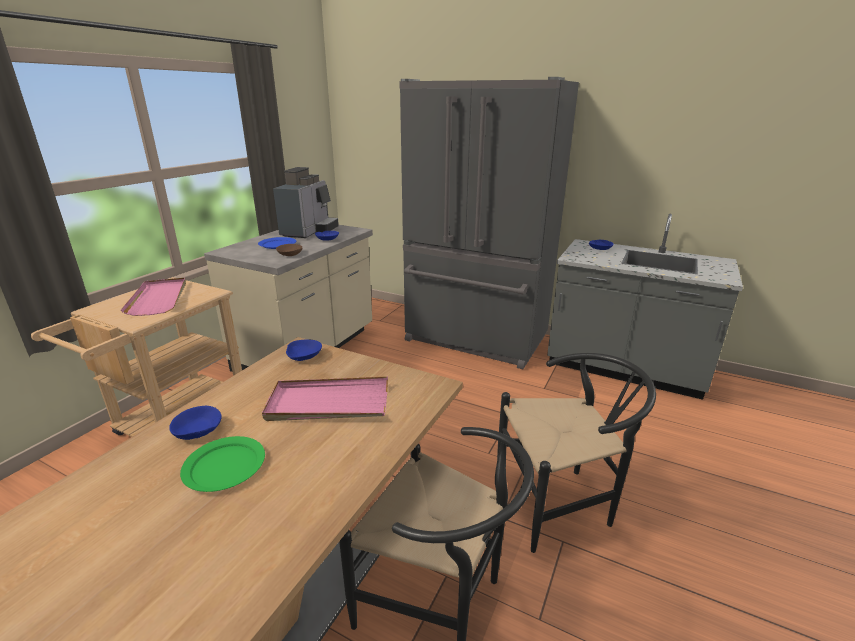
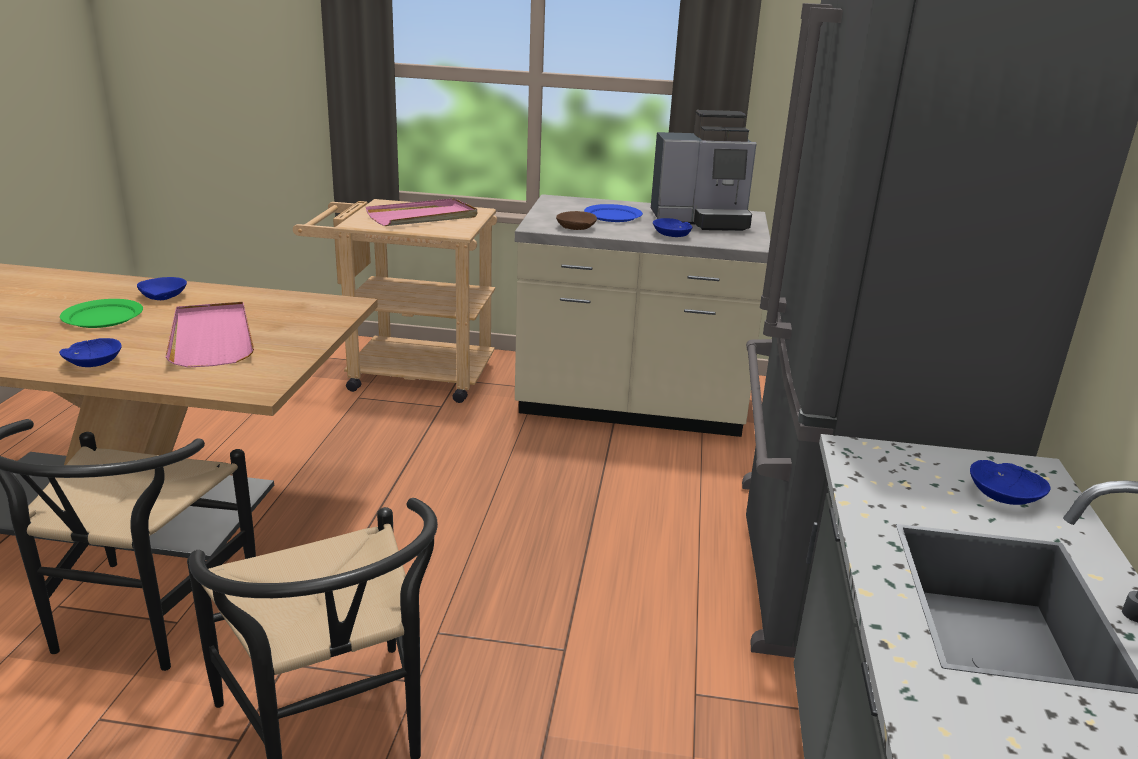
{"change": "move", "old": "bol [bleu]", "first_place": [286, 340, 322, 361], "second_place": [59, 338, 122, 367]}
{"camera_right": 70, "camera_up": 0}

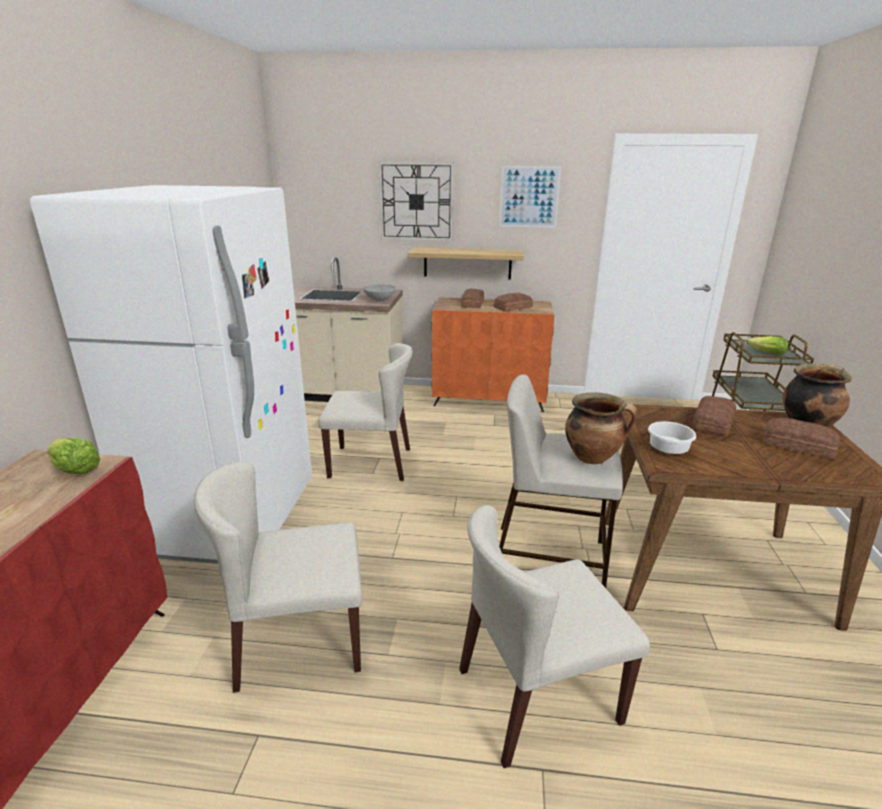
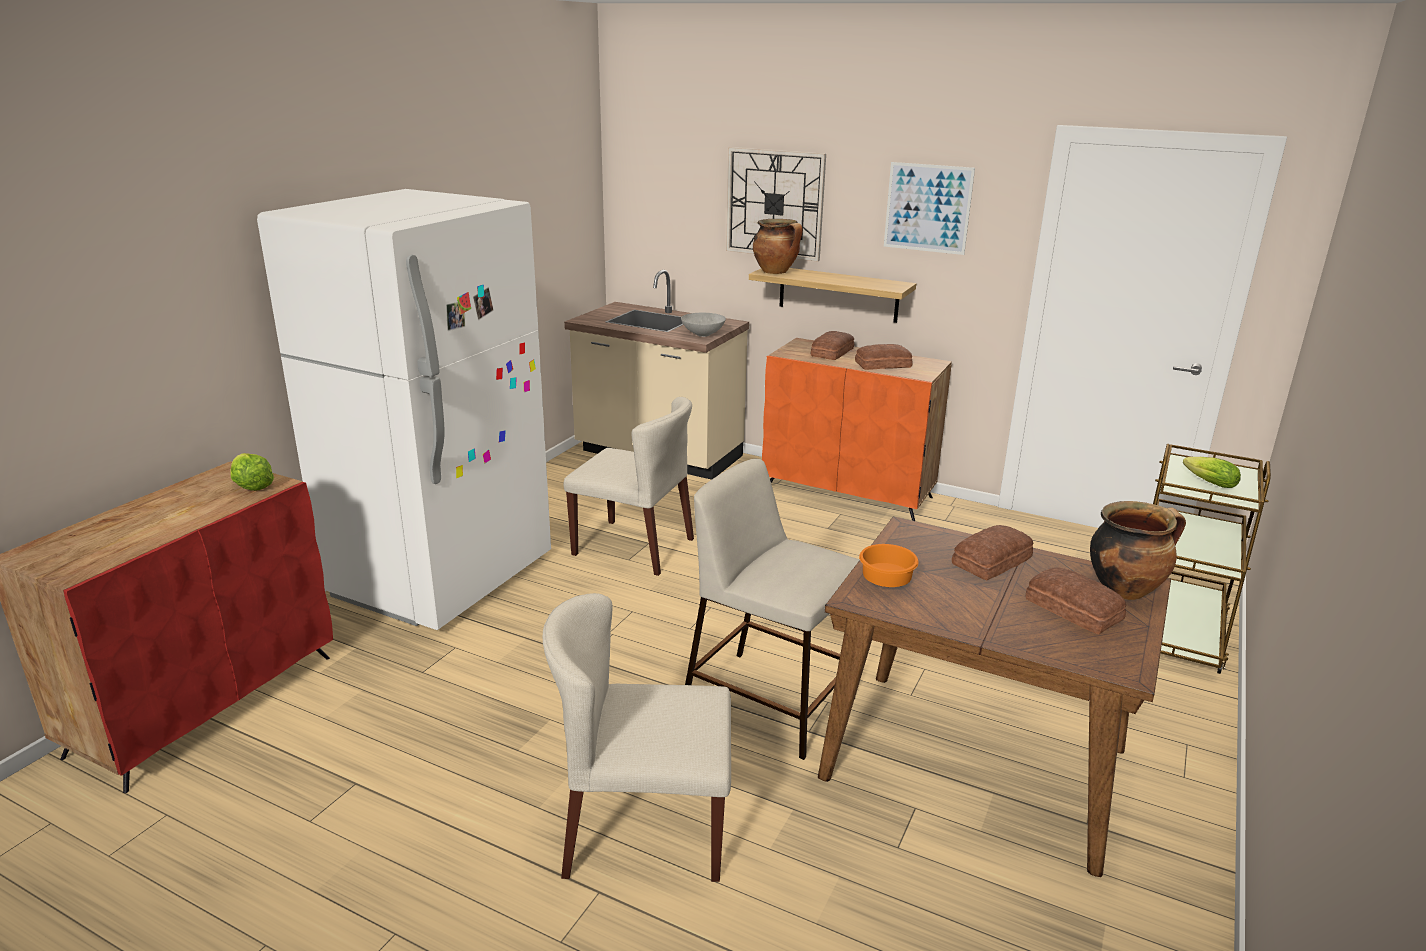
{"change": "delete", "old": "chaise [beige]", "first_place": [194, 462, 363, 693]}
{"change": "move", "old": "marmite", "first_place": [565, 392, 637, 464], "second_place": [753, 219, 803, 274]}
{"change": "recolor", "old": "bol [blanc]", "new": "bol [orange]", "first_place": [648, 421, 696, 454], "second_place": [859, 544, 919, 587]}
{"camera_right": 20, "camera_up": 0}

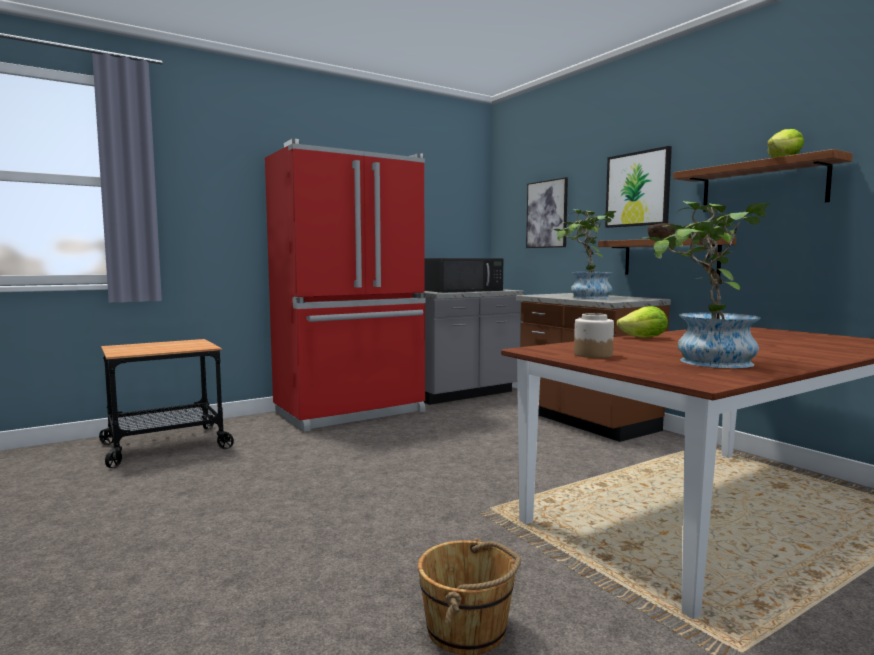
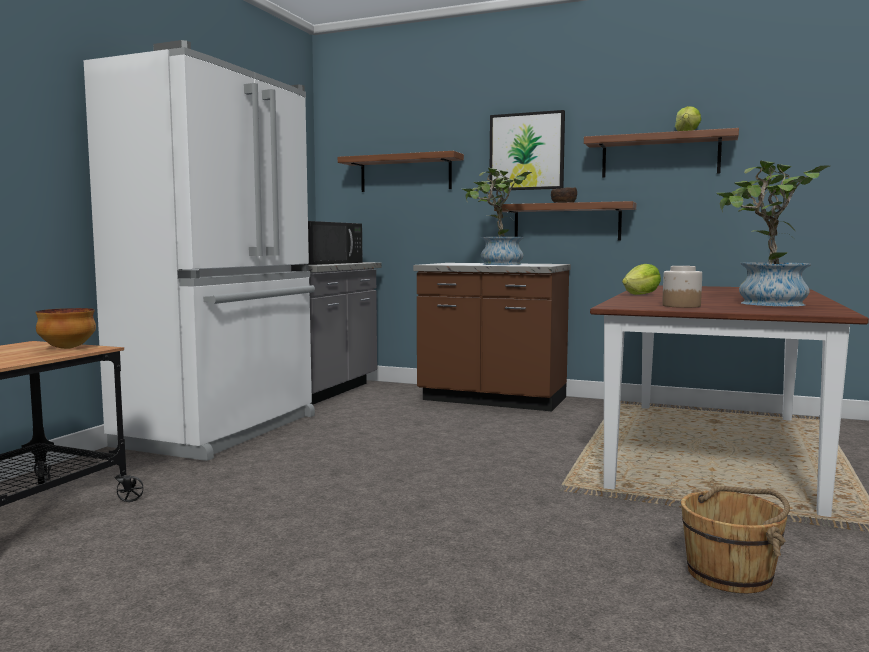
{"change": "recolor", "old": "réfrigérateur [rouge]", "new": "réfrigérateur [blanc]", "first_place": [265, 139, 425, 432], "second_place": [84, 40, 315, 461]}
{"change": "replace", "old": "tableau", "new": "étagère", "first_place": [526, 177, 568, 248], "second_place": [338, 151, 464, 192]}
{"change": "insert", "new": "bol", "second_place": [35, 308, 96, 349]}
{"camera_right": -35, "camera_up": 0}

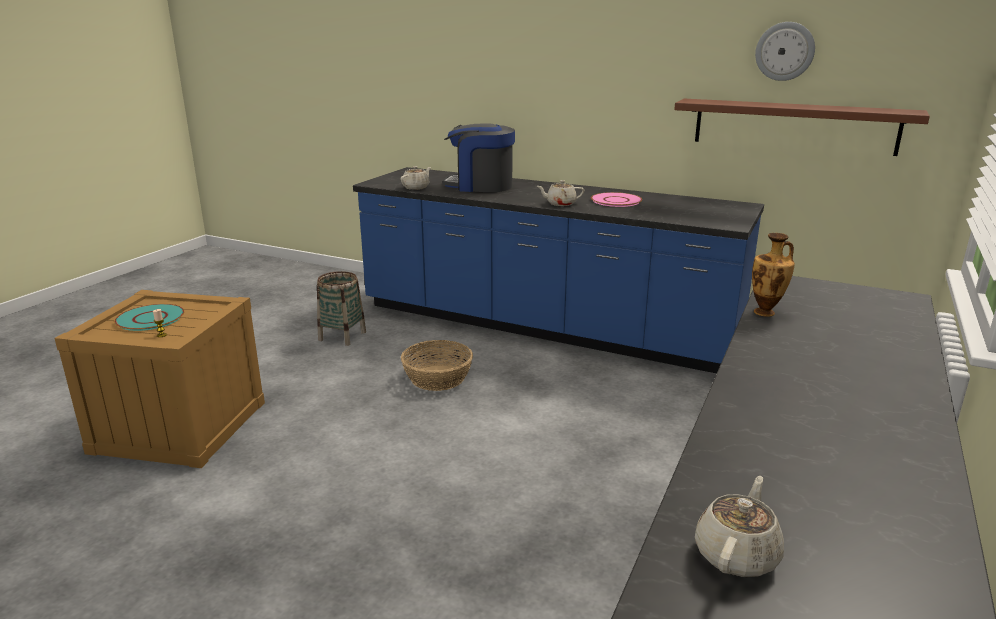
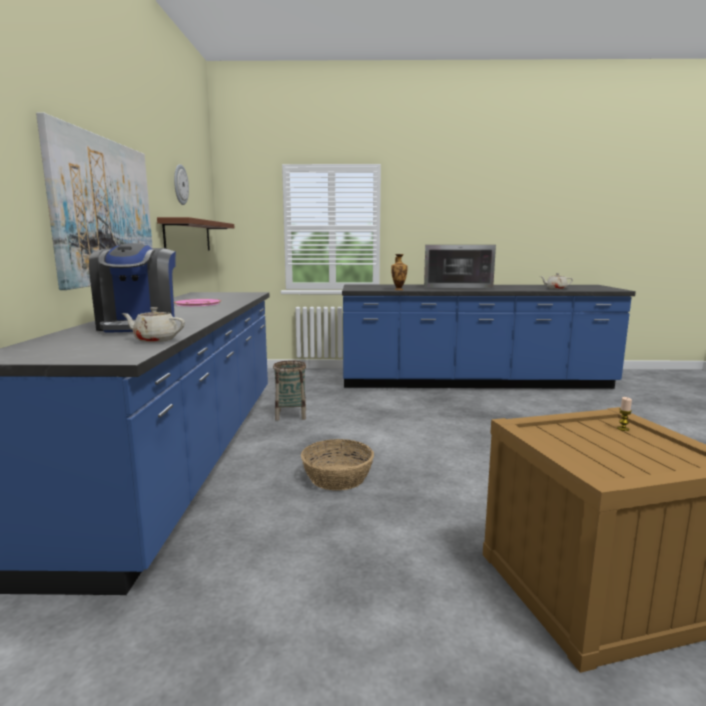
{"change": "delete", "old": "assiette [turquoise]", "first_place": [114, 304, 185, 331]}
{"change": "move", "old": "panier", "first_place": [317, 271, 366, 346], "second_place": [273, 360, 306, 421]}
{"change": "delete", "old": "théière [beige]", "first_place": [537, 180, 584, 206]}
{"change": "insert", "new": "tableau", "second_place": [36, 113, 153, 290]}
{"change": "insert", "new": "micro-ondes", "second_place": [424, 245, 496, 289]}
{"camera_right": -115, "camera_up": -10}

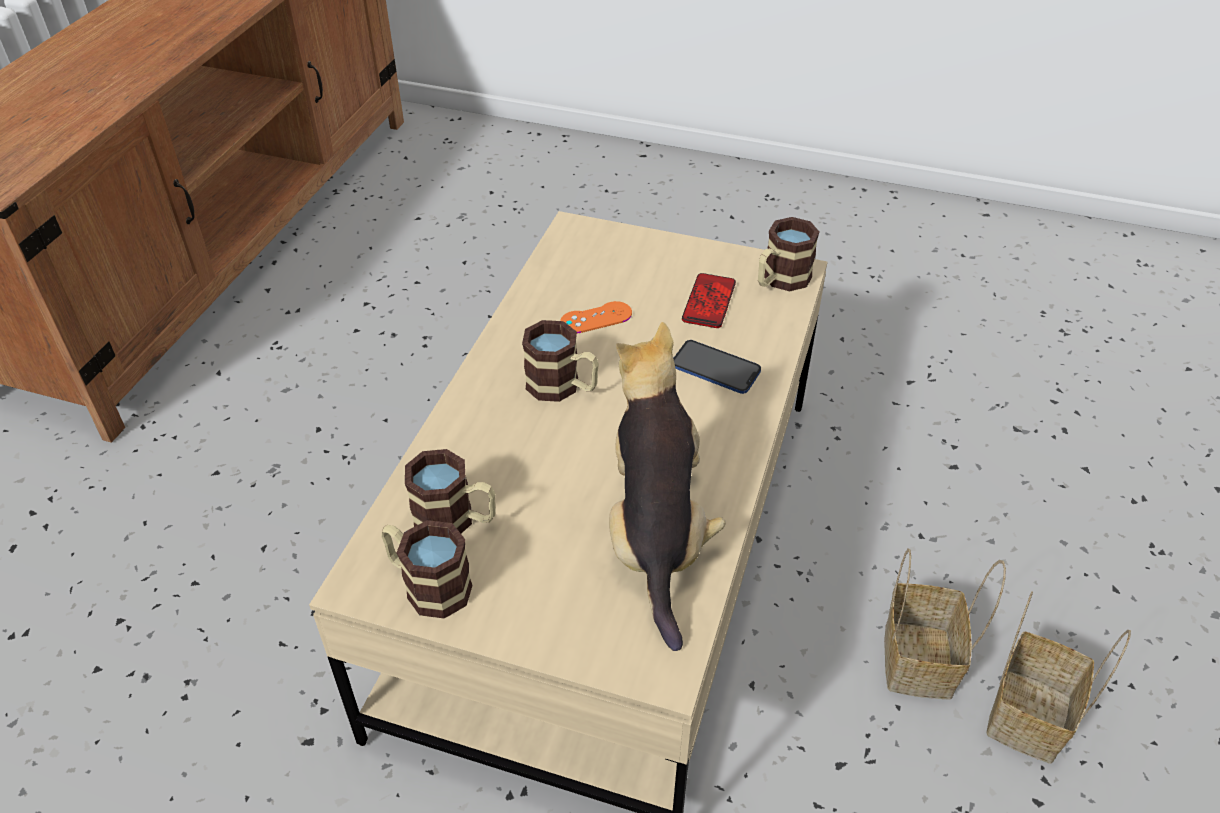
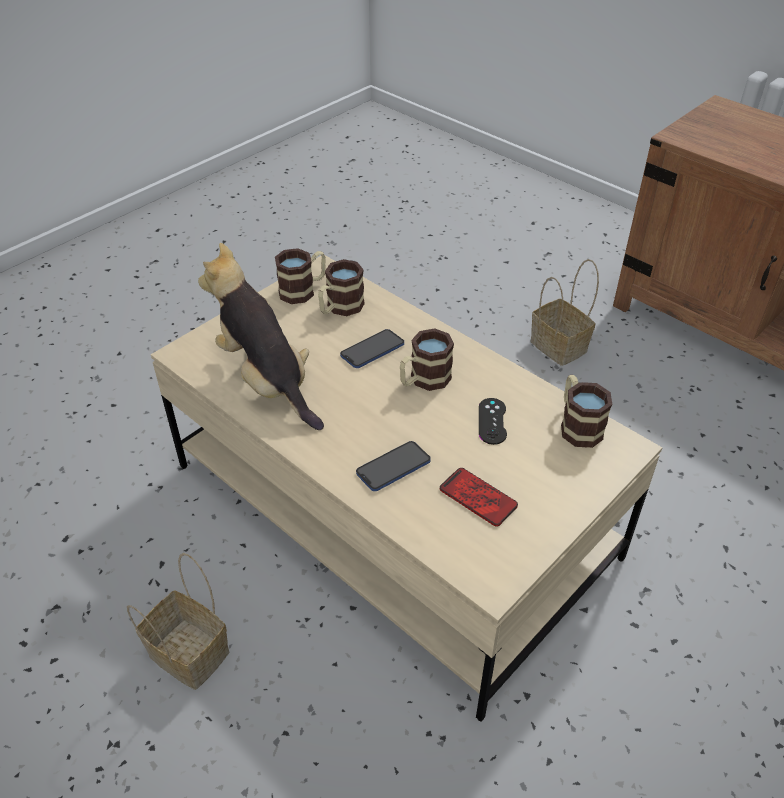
{"change": "recolor", "old": "manette [orange]", "new": "manette [noir]", "first_place": [560, 301, 632, 333], "second_place": [479, 398, 507, 445]}
{"change": "rotate", "old": "peluche", "first_place": [609, 322, 726, 651], "second_place": [198, 243, 324, 430], "degrees": -150}
{"change": "move", "old": "mug", "first_place": [758, 217, 819, 291], "second_place": [561, 375, 612, 448]}
{"change": "move", "old": "panier", "first_place": [986, 591, 1131, 764], "second_place": [531, 259, 599, 366]}
{"change": "insert", "new": "téléphone", "second_place": [340, 329, 404, 368]}
{"camera_right": 115, "camera_up": 0}

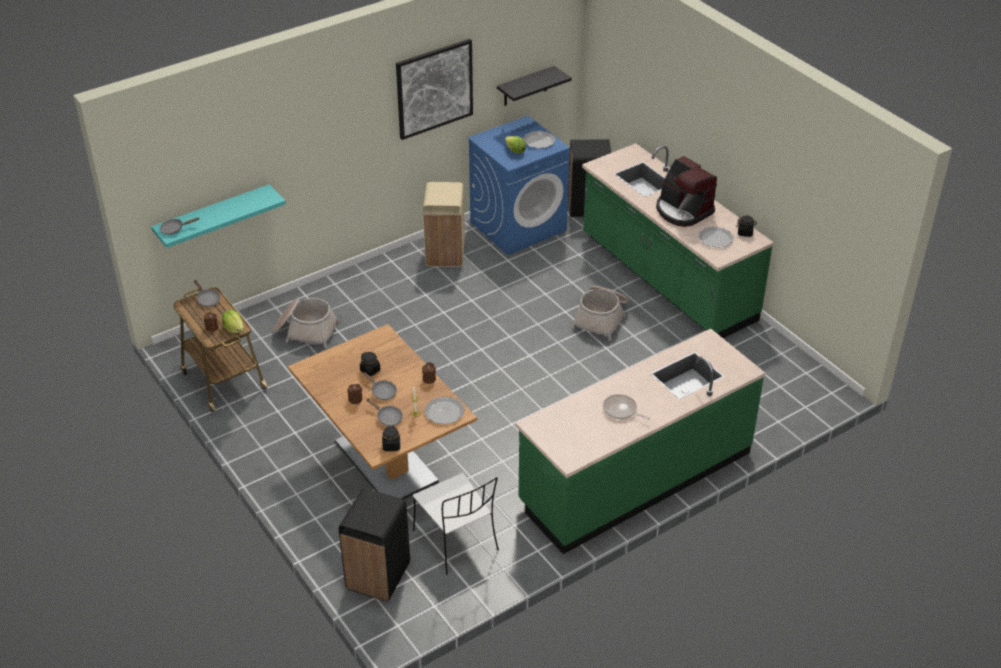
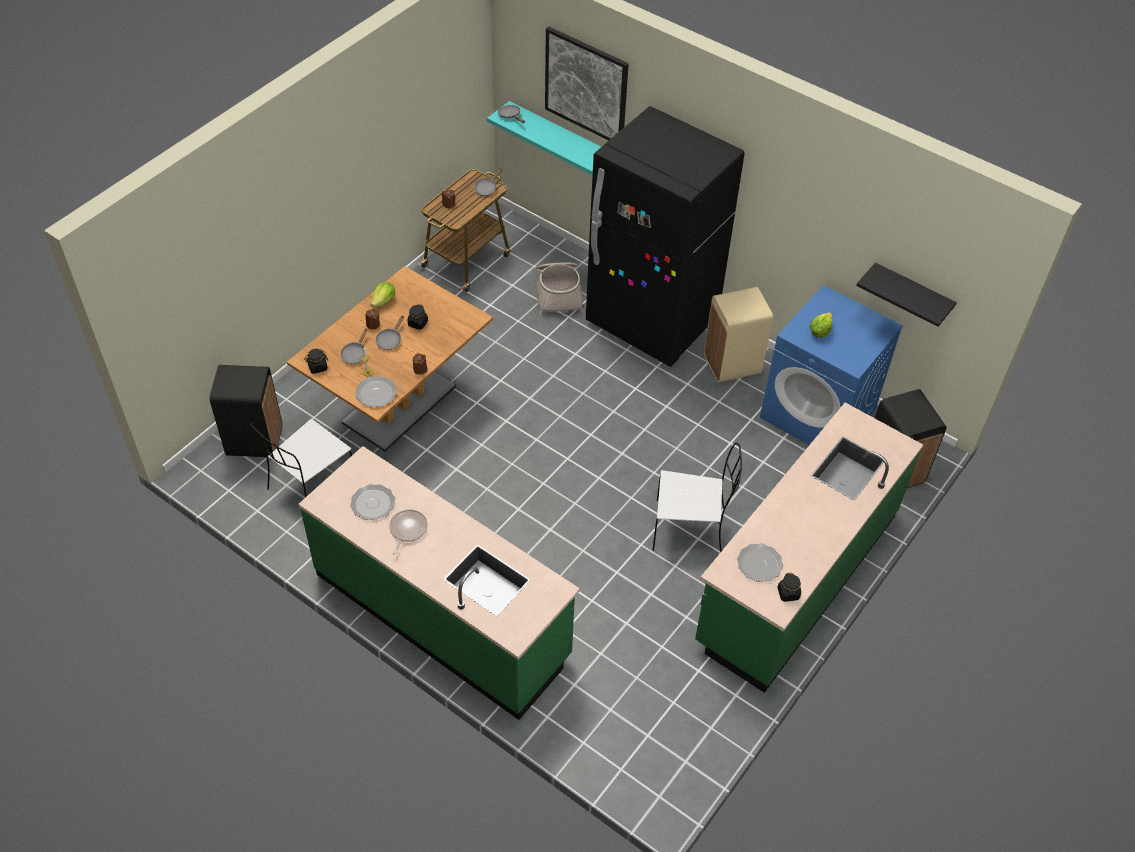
{"change": "move", "old": "laitue", "first_place": [222, 310, 244, 333], "second_place": [371, 282, 395, 308]}
{"change": "move", "old": "tableau", "first_place": [396, 39, 473, 140], "second_place": [545, 26, 629, 141]}
{"change": "move", "old": "assiette", "first_place": [523, 131, 555, 148], "second_place": [350, 484, 395, 520]}
{"change": "replace", "old": "panier", "new": "chaise [blanc]", "first_place": [571, 286, 628, 341], "second_place": [653, 443, 742, 553]}
{"change": "delete", "old": "machine à café", "first_place": [656, 156, 717, 227]}
{"change": "insert", "new": "réfrigérateur [noir]", "second_place": [586, 106, 745, 367]}
{"camera_right": 70, "camera_up": 10}

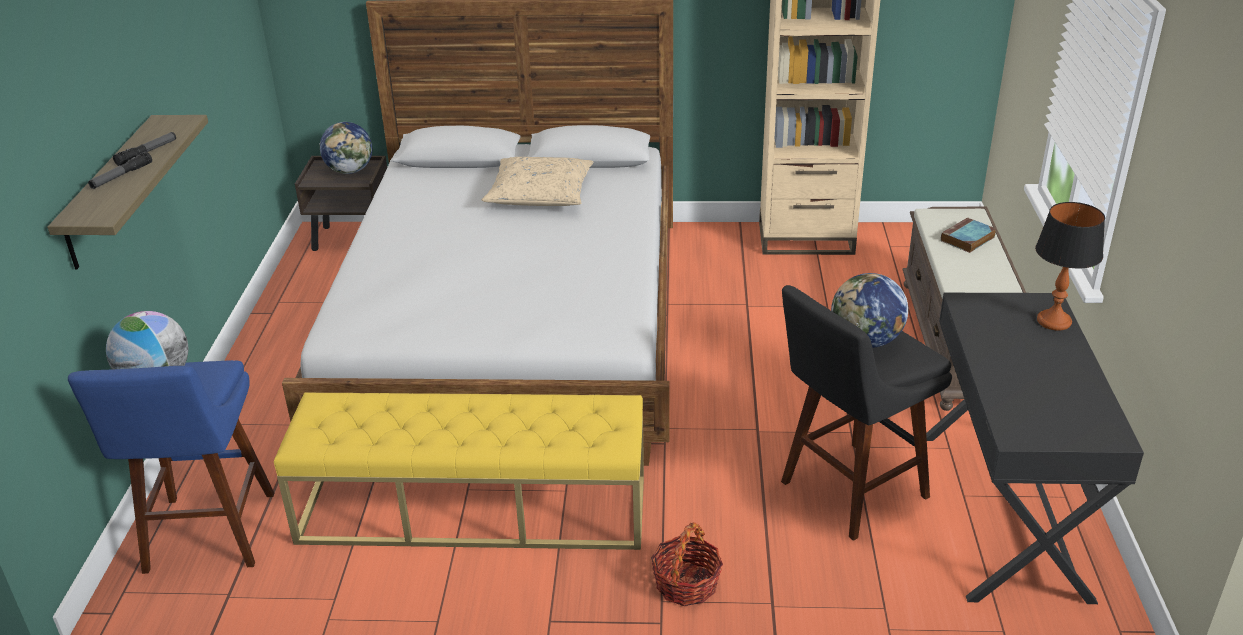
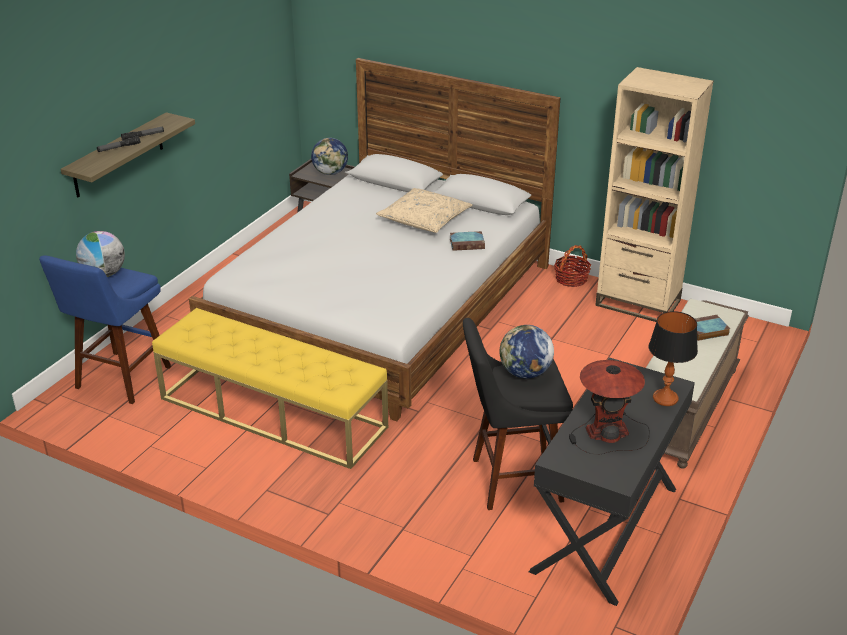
{"change": "move", "old": "panier", "first_place": [651, 522, 723, 606], "second_place": [554, 245, 591, 287]}
{"change": "insert", "new": "livre", "second_place": [450, 231, 485, 251]}
{"change": "insert", "new": "lampe de table", "second_place": [569, 360, 650, 455]}
{"camera_right": 25, "camera_up": 0}

